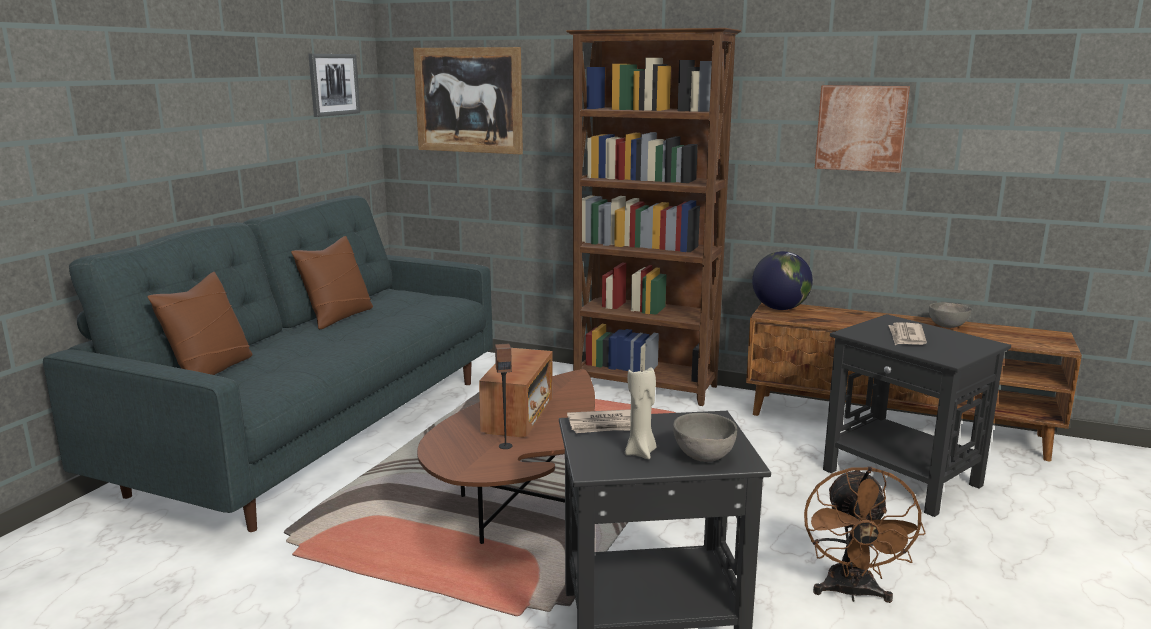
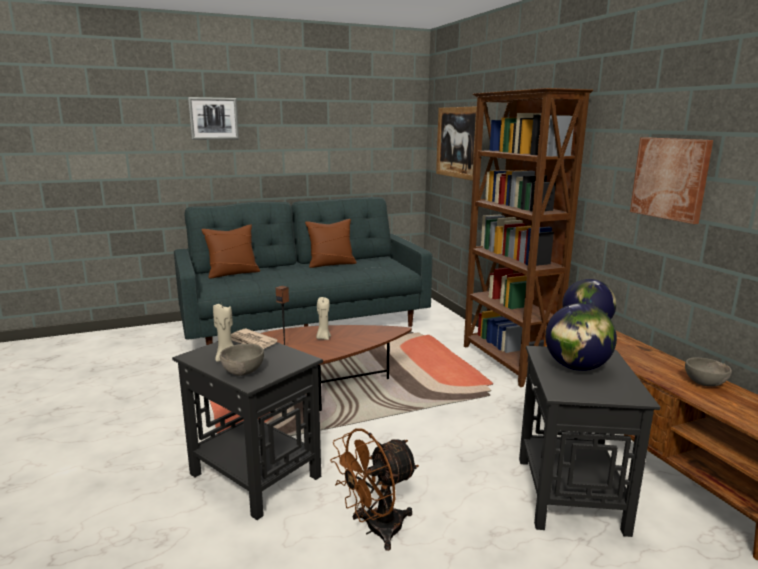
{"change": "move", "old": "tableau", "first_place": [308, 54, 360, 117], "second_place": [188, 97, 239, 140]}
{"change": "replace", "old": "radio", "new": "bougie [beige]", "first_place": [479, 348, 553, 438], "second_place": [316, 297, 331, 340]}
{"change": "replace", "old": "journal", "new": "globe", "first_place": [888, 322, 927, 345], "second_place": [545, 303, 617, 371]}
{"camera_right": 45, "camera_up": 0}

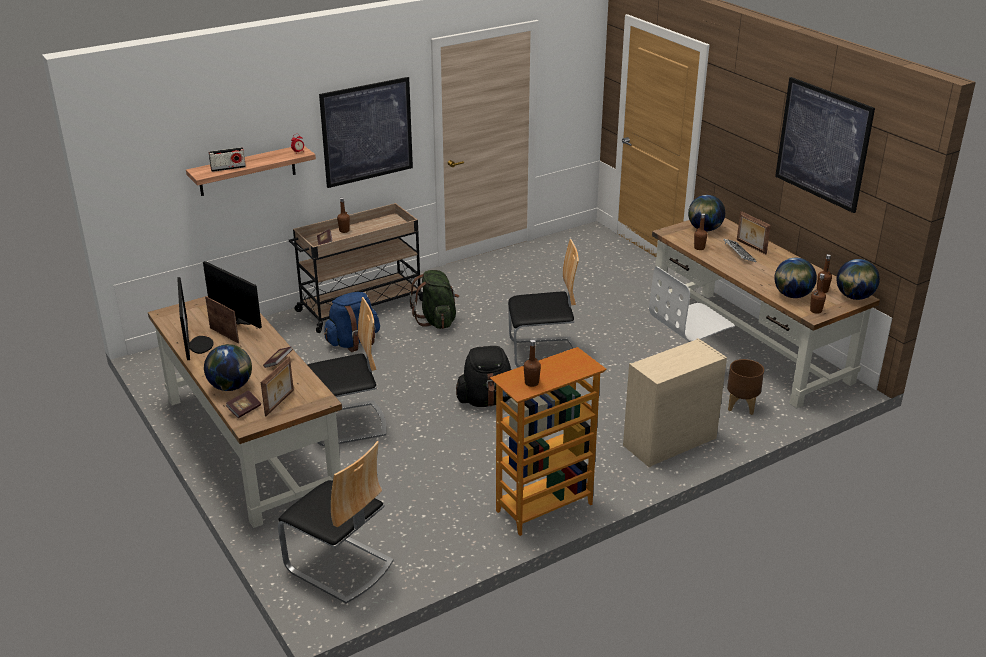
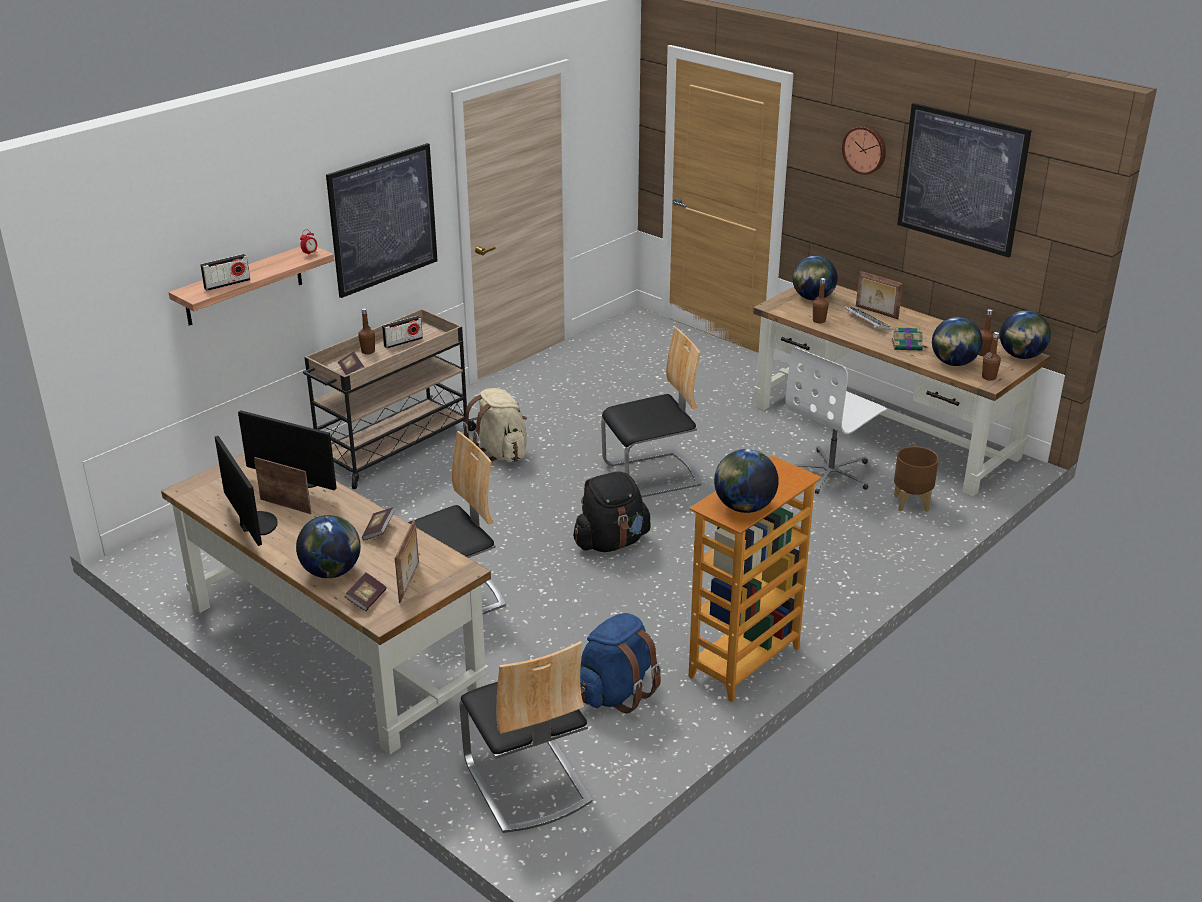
{"change": "rotate", "old": "chaise", "first_place": [278, 441, 393, 603], "second_place": [460, 641, 592, 833], "degrees": 45}
{"change": "move", "old": "sac à dos [bleu]", "first_place": [324, 292, 380, 352], "second_place": [580, 613, 661, 713]}
{"change": "recolor", "old": "sac à dos [vert]", "new": "sac à dos [beige]", "first_place": [409, 270, 459, 329], "second_place": [463, 388, 527, 462]}
{"change": "replace", "old": "bouteille [marron]", "new": "globe", "first_place": [524, 340, 541, 387], "second_place": [714, 449, 779, 513]}
{"change": "delete", "old": "commode [beige]", "first_place": [623, 338, 727, 468]}
{"change": "insert", "new": "radio", "second_place": [382, 316, 423, 349]}
{"change": "insert", "new": "horloge murale", "second_place": [842, 126, 886, 175]}
{"change": "insert", "new": "livre", "second_place": [892, 327, 927, 351]}
{"camera_right": -15, "camera_up": 0}

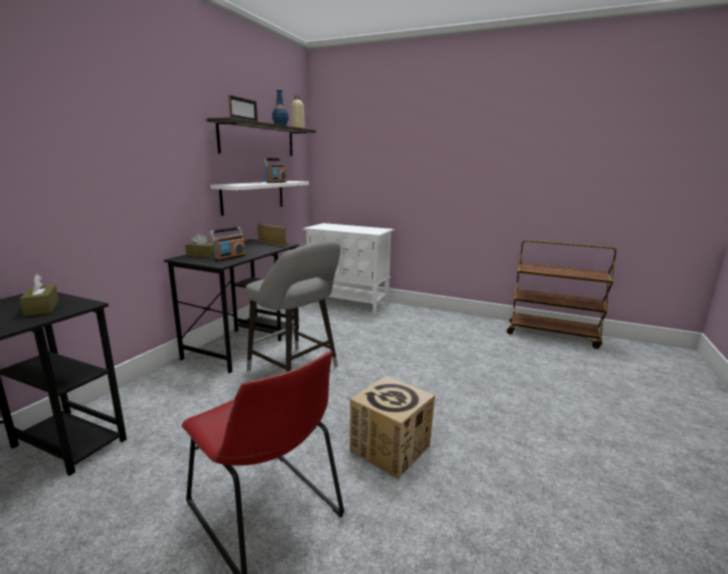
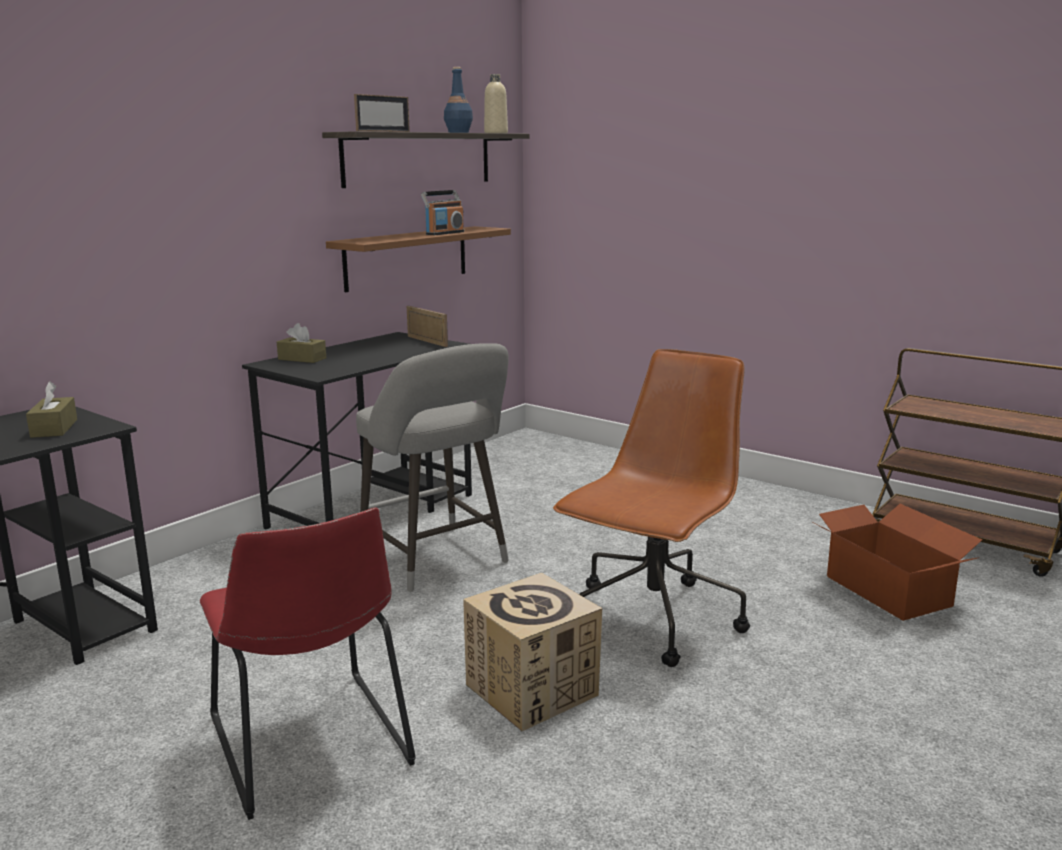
{"change": "recolor", "old": "étagère [blanc]", "new": "étagère [marron]", "first_place": [210, 181, 309, 216], "second_place": [326, 226, 511, 292]}
{"change": "delete", "old": "radio", "first_place": [210, 227, 246, 261]}
{"change": "delete", "old": "meuble de rangement [blanc]", "first_place": [303, 223, 394, 315]}
{"change": "insert", "new": "chaise de bureau [marron]", "second_place": [553, 349, 750, 667]}
{"change": "insert", "new": "carton", "second_place": [813, 504, 982, 621]}
{"camera_right": 15, "camera_up": 0}

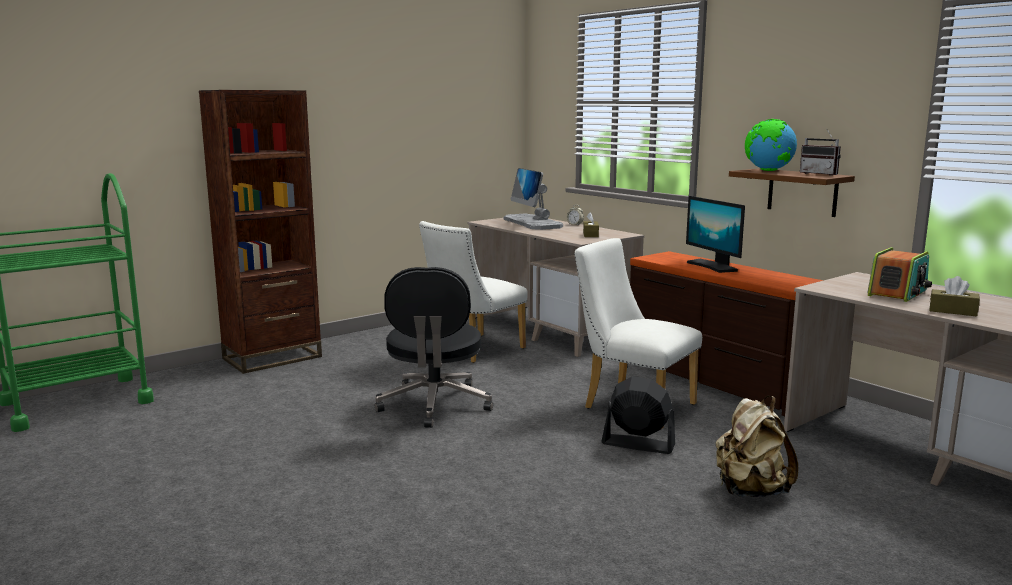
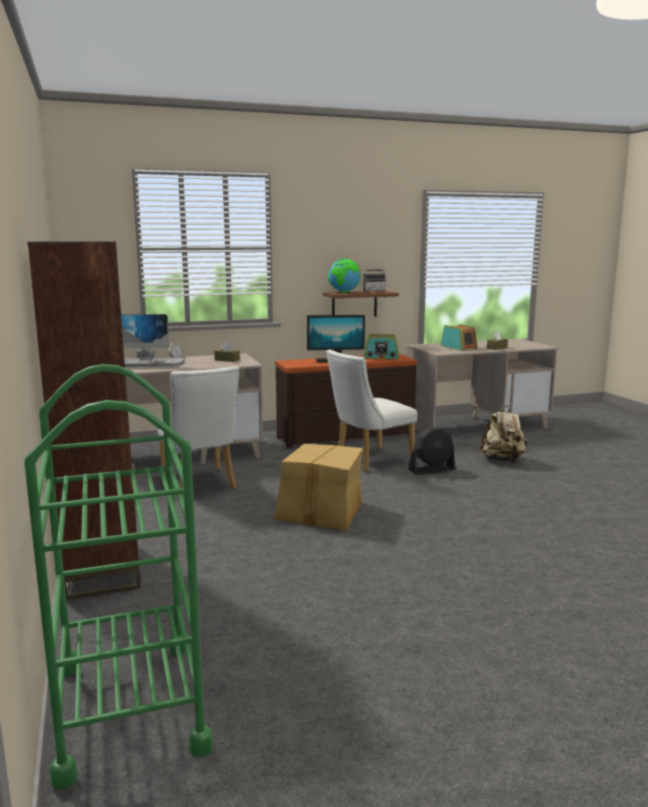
{"change": "replace", "old": "chaise de bureau [noir]", "new": "carton", "first_place": [375, 267, 493, 428], "second_place": [273, 444, 363, 531]}
{"change": "rotate", "old": "ventilateur [noir]", "first_place": [601, 377, 675, 454], "second_place": [408, 427, 456, 475], "degrees": -150}
{"change": "insert", "new": "radio", "second_place": [363, 334, 399, 359]}
{"camera_right": -70, "camera_up": 0}

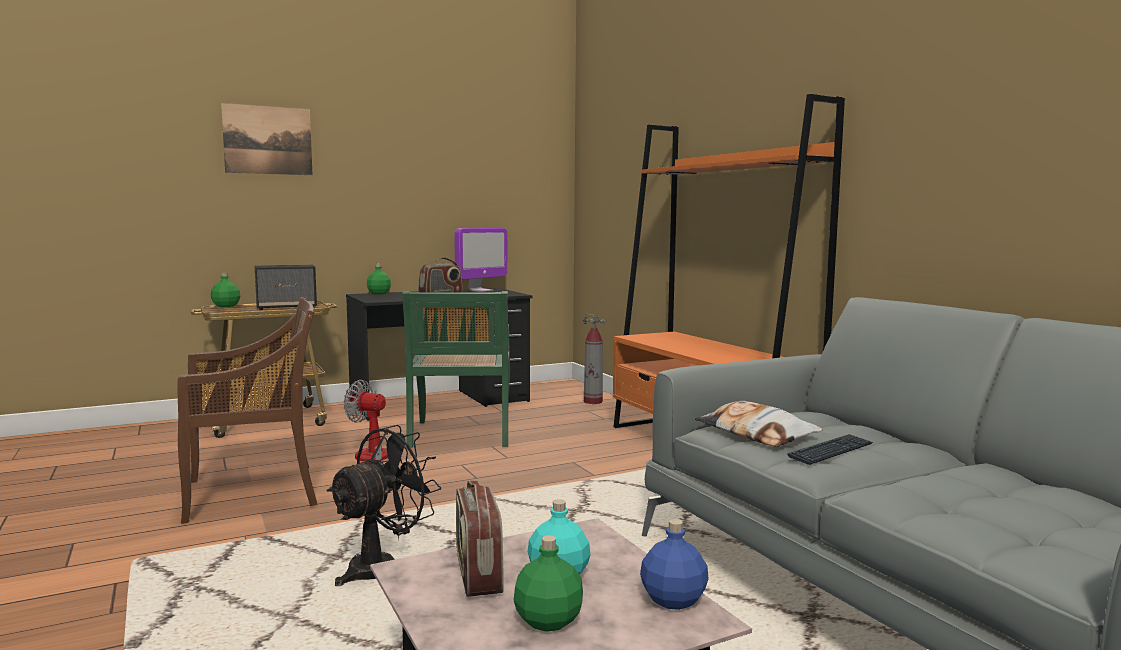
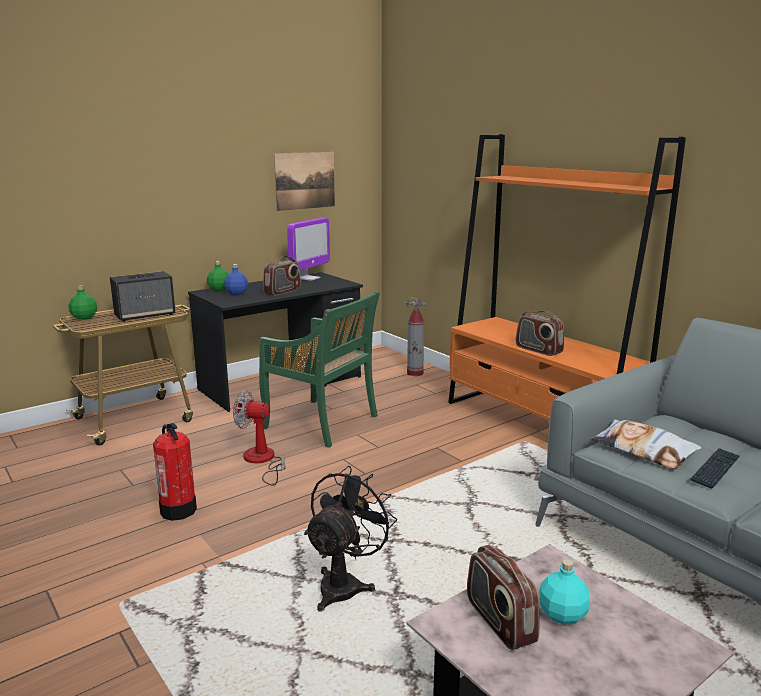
{"change": "replace", "old": "chaise [marron]", "new": "extincteur", "first_place": [177, 297, 318, 524], "second_place": [153, 423, 197, 521]}
{"change": "move", "old": "tableau", "first_place": [221, 103, 313, 175], "second_place": [274, 152, 335, 211]}
{"change": "rotate", "old": "chaise [vert]", "first_place": [402, 291, 510, 448], "second_place": [259, 291, 380, 448], "degrees": -45}
{"change": "delete", "old": "bouteille [vert]", "first_place": [514, 535, 583, 632]}
{"change": "move", "old": "bouteille [bleu]", "first_place": [640, 519, 709, 610], "second_place": [224, 264, 248, 295]}
{"change": "insert", "new": "radio", "second_place": [515, 310, 564, 356]}
{"camera_right": -10, "camera_up": 10}

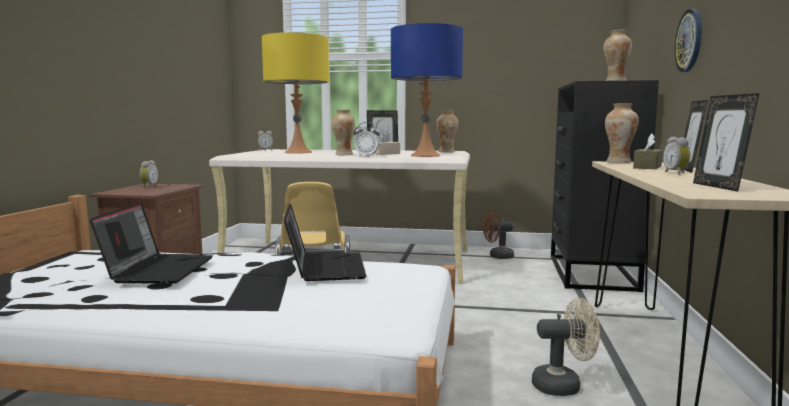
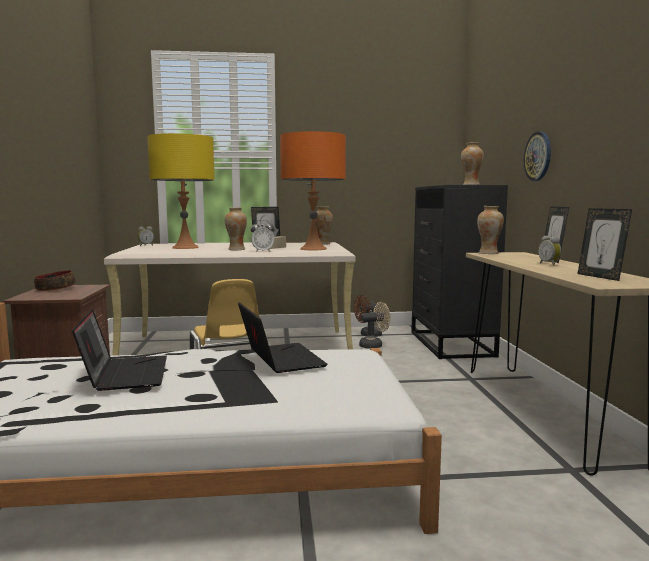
{"change": "replace", "old": "réveil", "new": "bol", "first_place": [140, 160, 158, 188], "second_place": [34, 270, 76, 291]}
{"change": "recolor", "old": "lampe de table [bleu]", "new": "lampe de table [orange]", "first_place": [391, 23, 463, 157], "second_place": [280, 131, 346, 250]}
{"change": "move", "old": "ventilateur [beige]", "first_place": [532, 298, 600, 396], "second_place": [359, 302, 391, 349]}
{"change": "delete", "old": "boîte à mouchoirs [marron]", "first_place": [633, 134, 663, 169]}
{"camera_right": -15, "camera_up": 0}

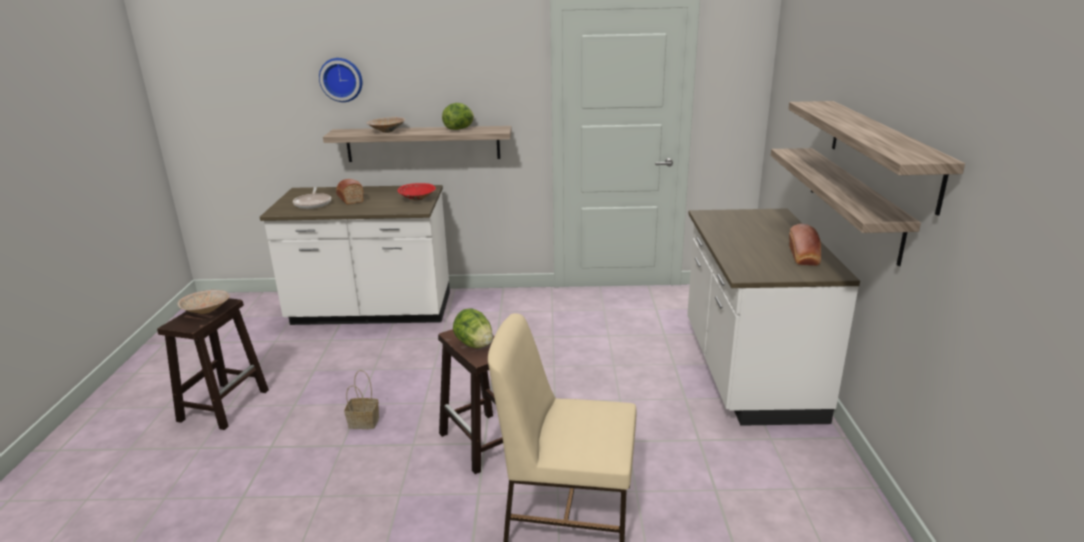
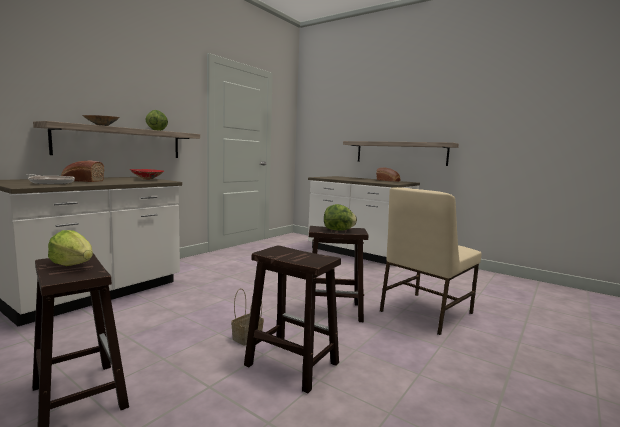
{"change": "replace", "old": "bol [beige]", "new": "laitue", "first_place": [178, 290, 230, 314], "second_place": [48, 230, 93, 266]}
{"change": "delete", "old": "horloge murale", "first_place": [319, 58, 362, 102]}
{"change": "delete", "old": "étagère", "first_place": [788, 101, 965, 216]}
{"change": "insert", "new": "tabouret [marron]", "second_place": [244, 245, 341, 393]}
{"camera_right": -55, "camera_up": -15}

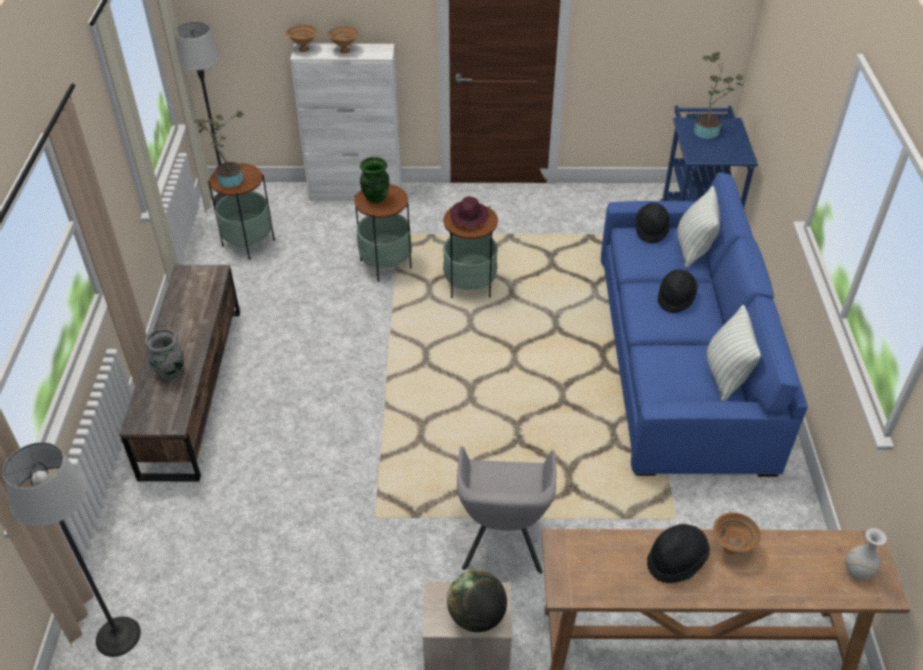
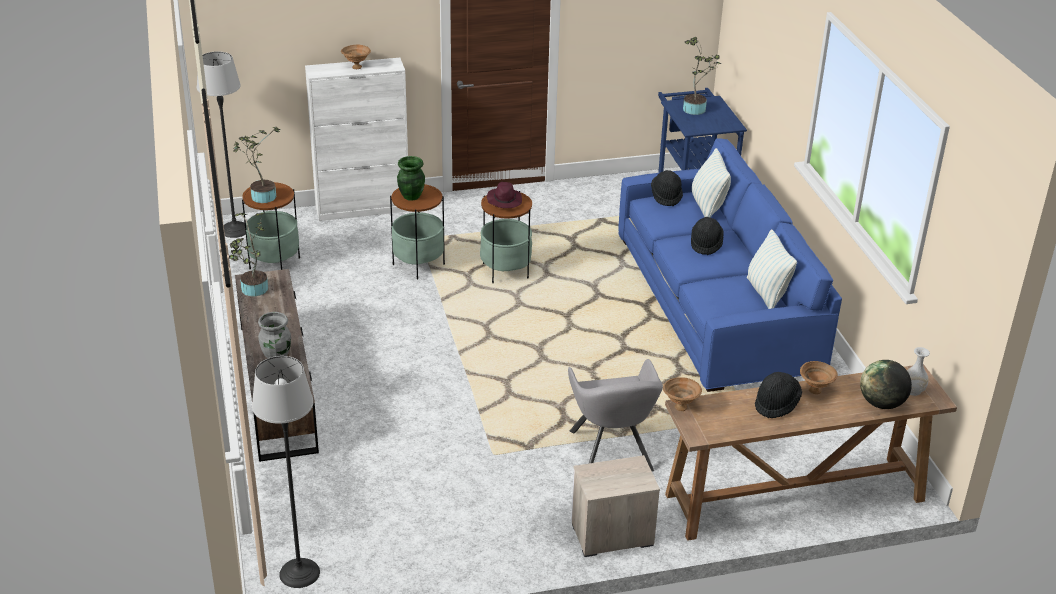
{"change": "move", "old": "bol [marron]", "first_place": [286, 25, 317, 52], "second_place": [663, 377, 702, 411]}
{"change": "move", "old": "globe", "first_place": [447, 570, 507, 632], "second_place": [860, 360, 912, 409]}
{"change": "insert", "new": "plante en pot", "second_place": [229, 213, 268, 296]}
{"camera_right": -15, "camera_up": -10}

